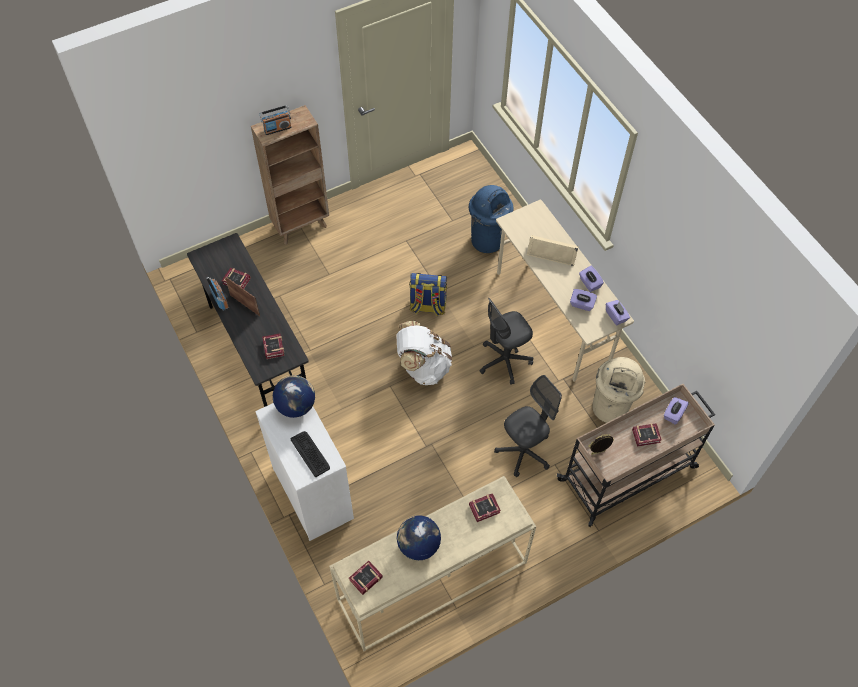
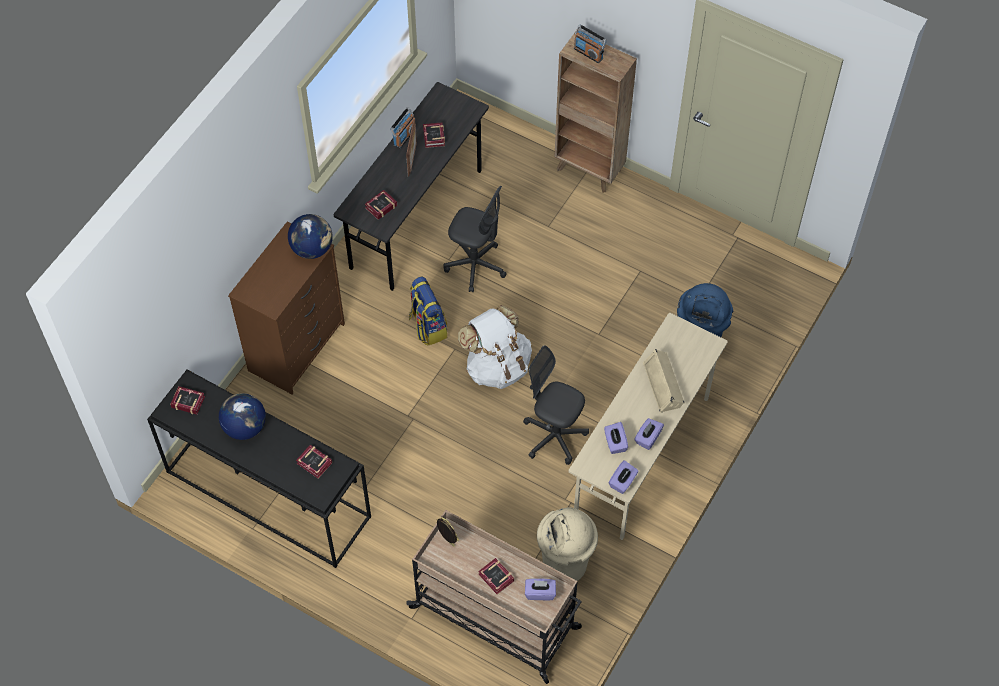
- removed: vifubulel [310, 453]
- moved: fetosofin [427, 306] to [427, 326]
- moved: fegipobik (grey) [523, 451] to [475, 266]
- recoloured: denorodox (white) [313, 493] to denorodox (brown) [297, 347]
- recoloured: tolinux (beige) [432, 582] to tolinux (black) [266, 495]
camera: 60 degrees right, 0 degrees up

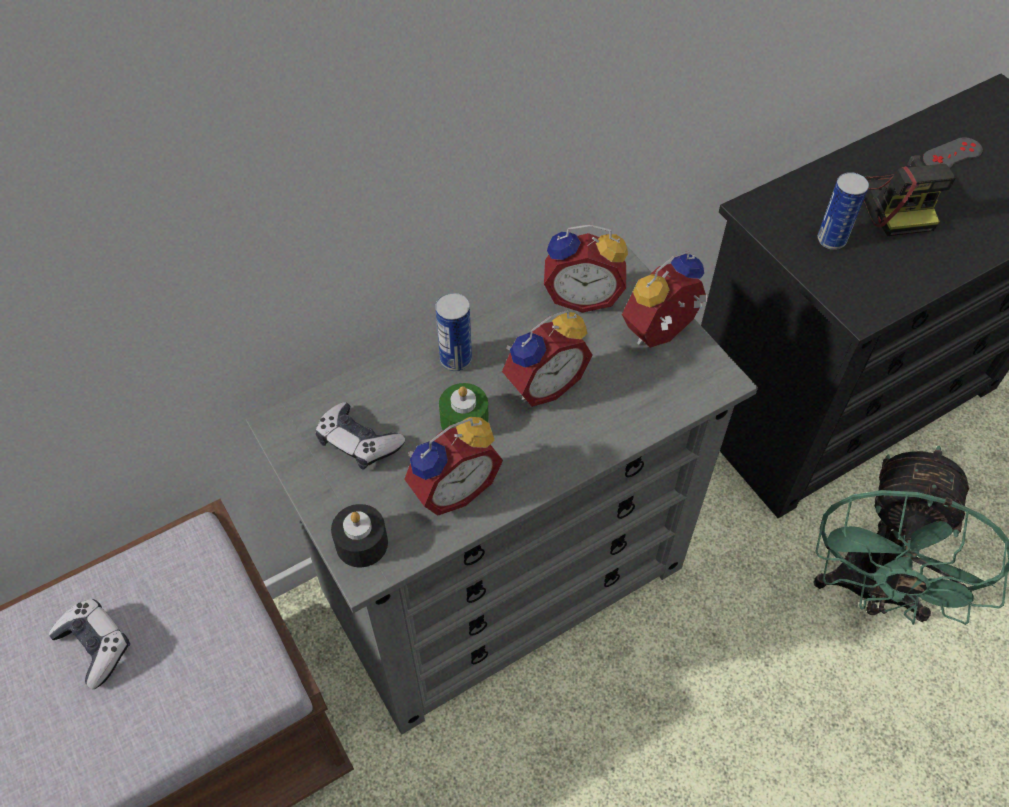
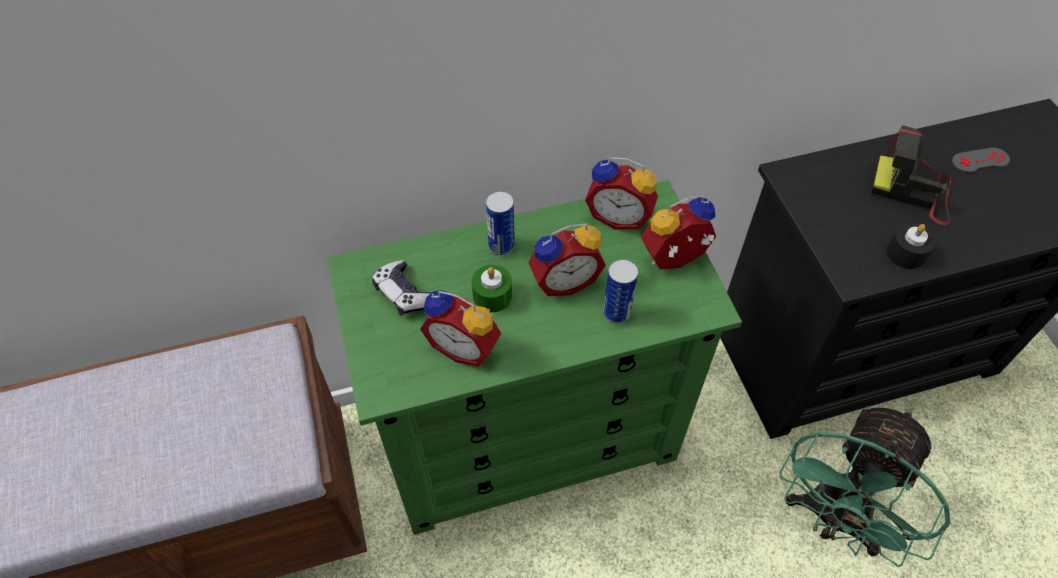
- removed: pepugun [95, 646]
- moved: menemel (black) [361, 543] to [905, 253]
- moved: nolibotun [831, 240] to [616, 313]
- recoloured: denorodox (grey) [505, 579] to denorodox (green) [530, 433]
- turned: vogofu [452, 488] = [465, 346] 45 degrees clockwise
- turned: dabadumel [894, 202] = [913, 191] 105 degrees clockwise
camera: 15 degrees right, 0 degrees up

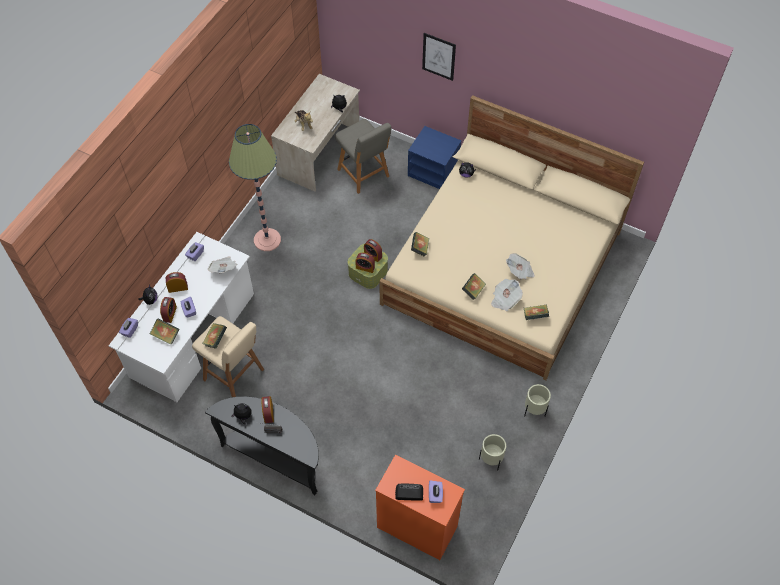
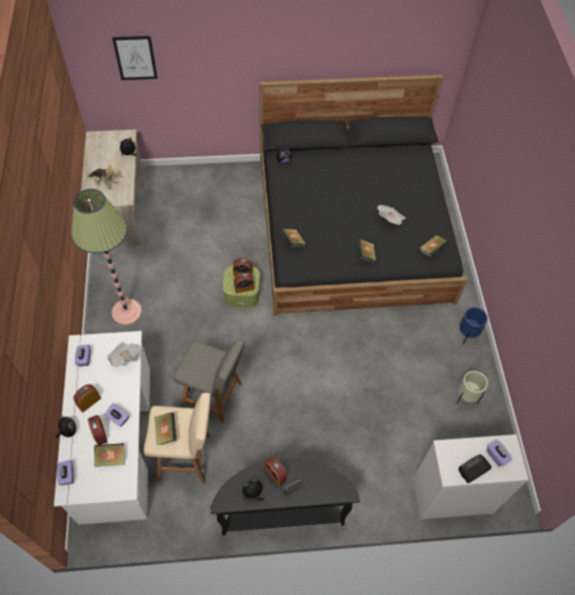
- removed: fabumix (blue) [434, 171]
- removed: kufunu [505, 299]
- moved: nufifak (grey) [364, 174] to [214, 395]
- moved: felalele [438, 56] to [135, 58]
- recoloured: denorodox (orange) [416, 526] to denorodox (white) [451, 496]
- recoloured: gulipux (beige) [503, 267] to gulipux (black) [352, 229]
- recoloured: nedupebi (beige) [534, 411] to nedupebi (blue) [466, 335]
camera: 35 degrees left, 0 degrees up

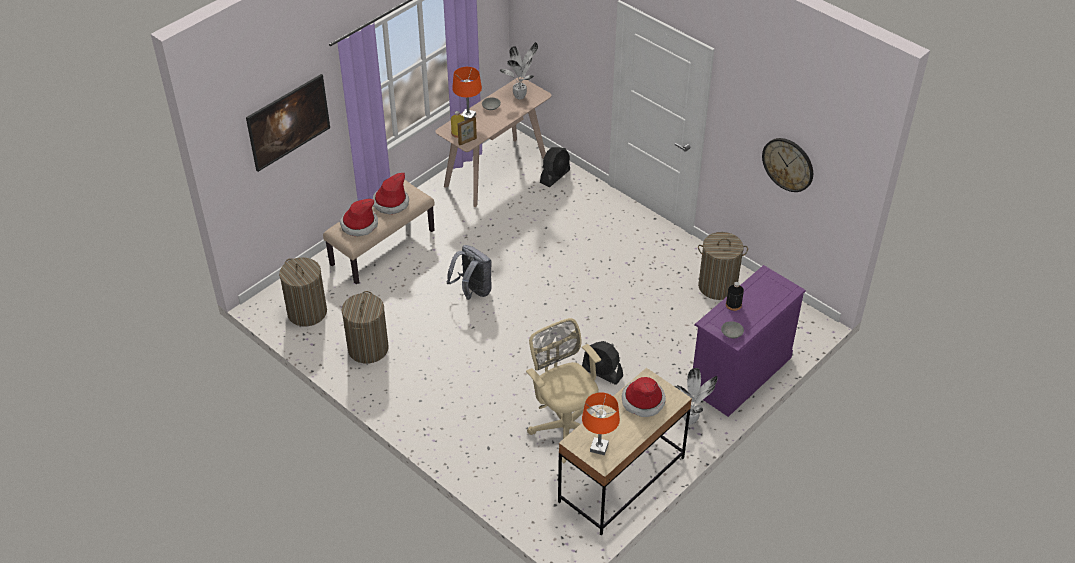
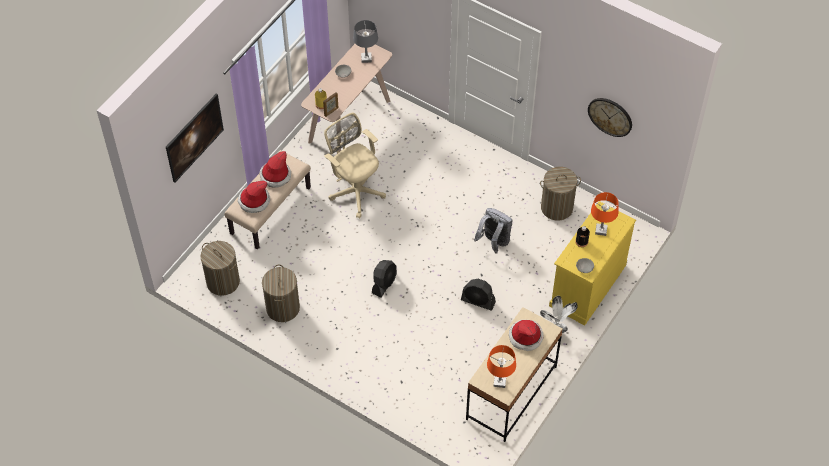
- moved: fetosofin (grey) [472, 291] to [493, 242]
- moved: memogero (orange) [468, 117] to [601, 230]
- moved: fegipobik (beige) [564, 426] to [355, 190]
- moved: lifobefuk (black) [555, 176] to [384, 283]
- replaced: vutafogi [521, 96] to memogero (grey) [366, 59]
- recoloured: denorodox (purple) [739, 373] to denorodox (yellow) [587, 285]
camera: 10 degrees left, 10 degrees up

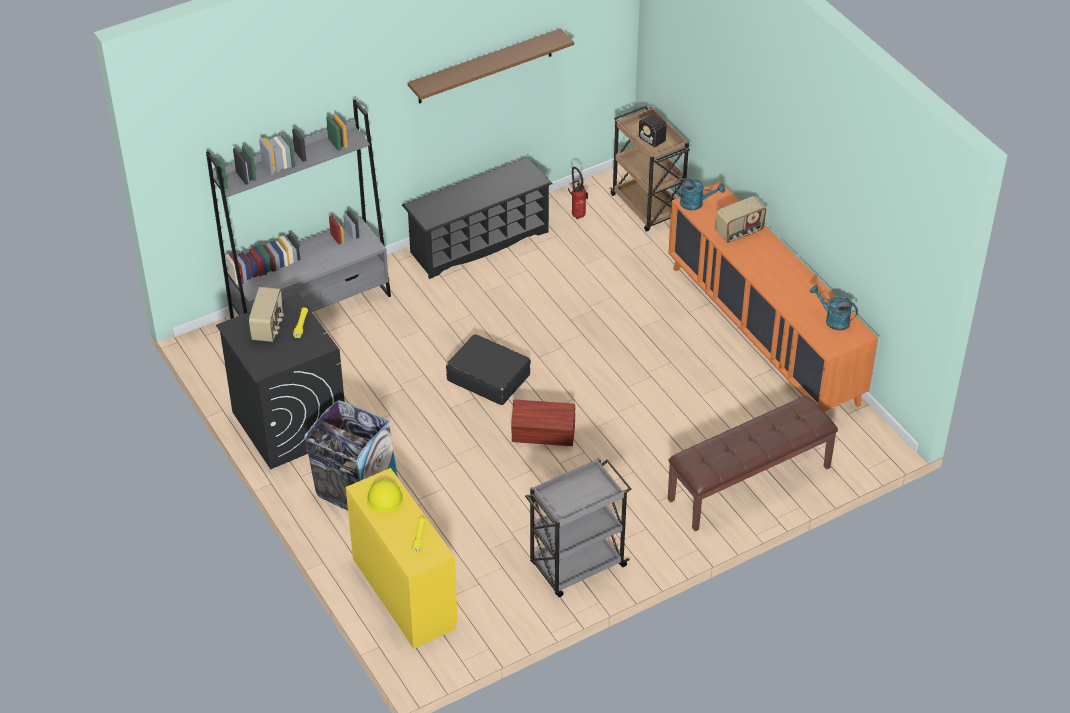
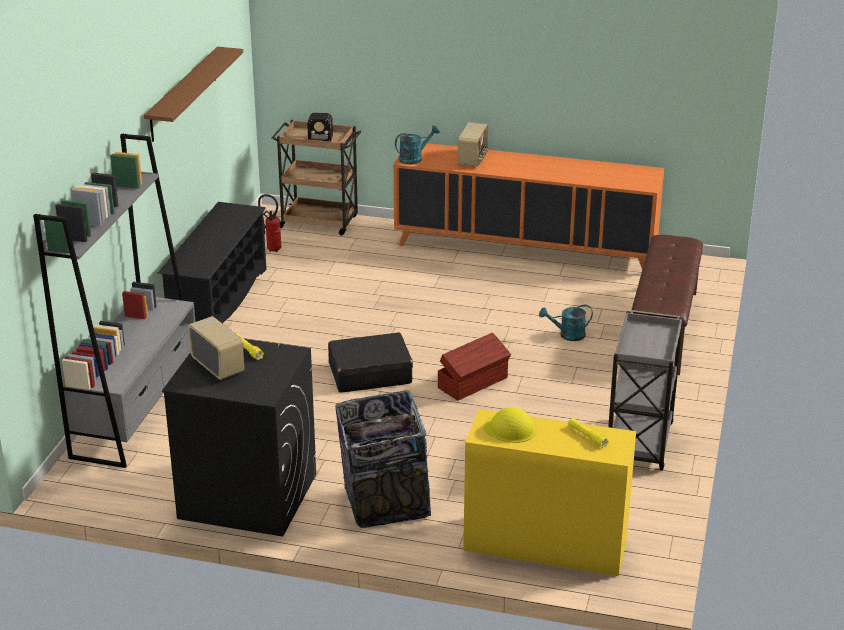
- moved: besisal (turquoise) [833, 320] to [567, 335]
camera: 45 degrees left, 15 degrees down

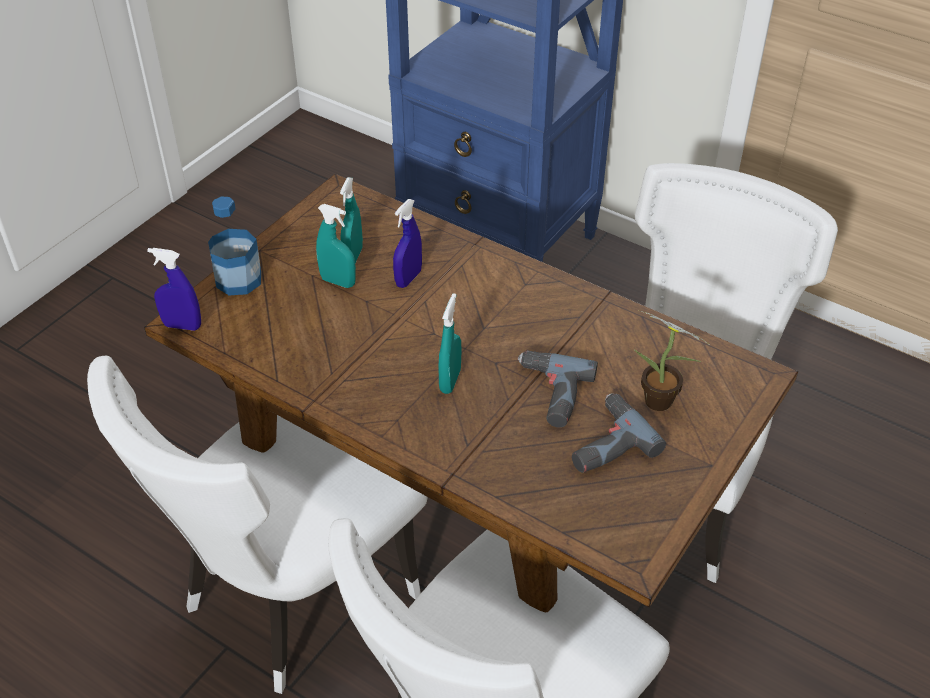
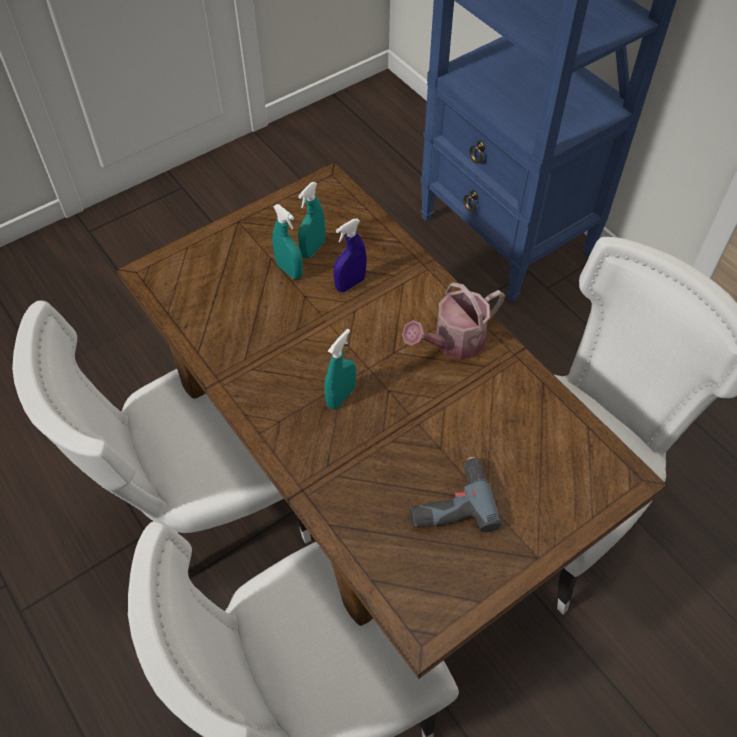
- removed: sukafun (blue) [182, 326]
- removed: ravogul [238, 280]
- removed: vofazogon [549, 394]
- removed: vutafogi [662, 404]
- added: besisal [453, 342]
camera: 20 degrees right, 10 degrees up

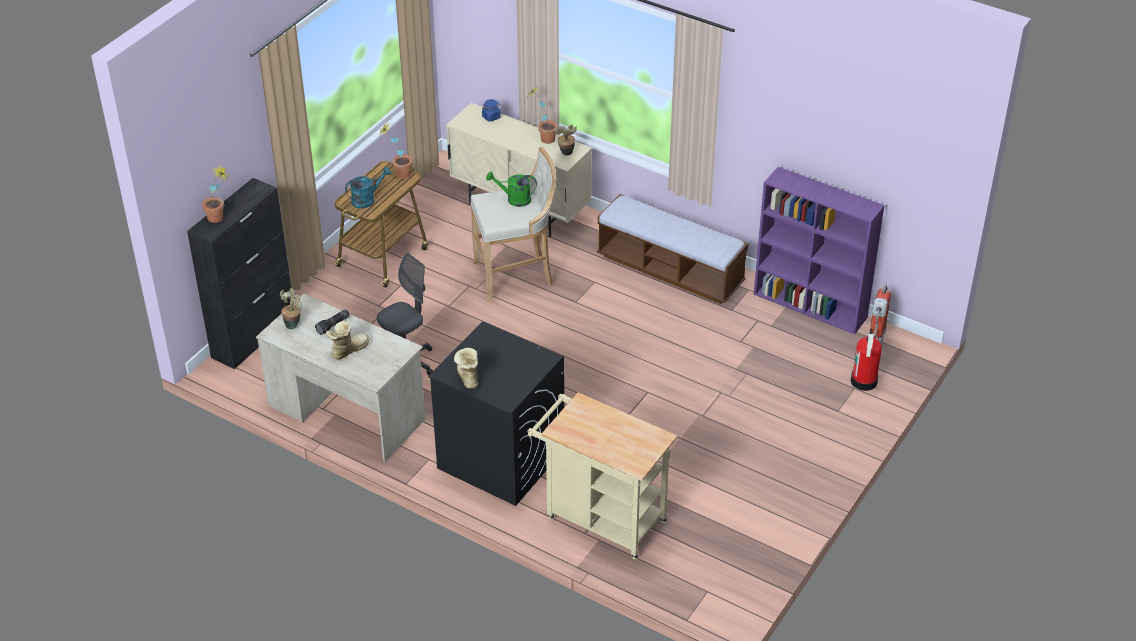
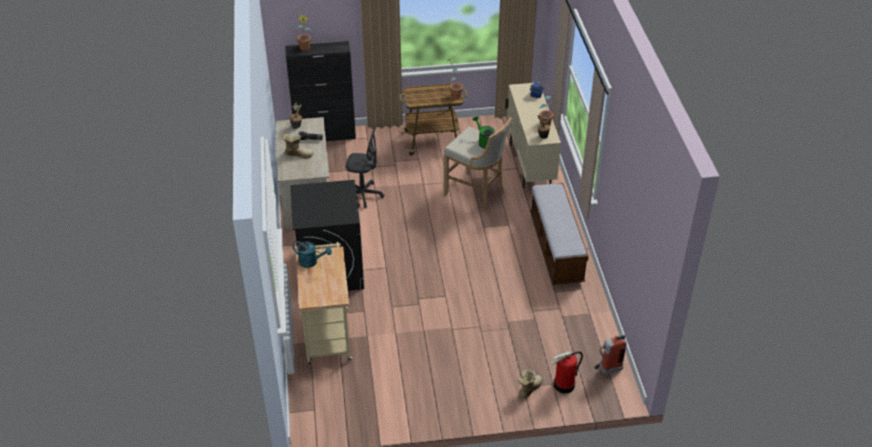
- removed: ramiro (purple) [811, 306]
- moved: besisal (turquoise) [367, 199] to [311, 262]
- moved: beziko [467, 377] to [528, 388]
camera: 50 degrees right, 0 degrees up

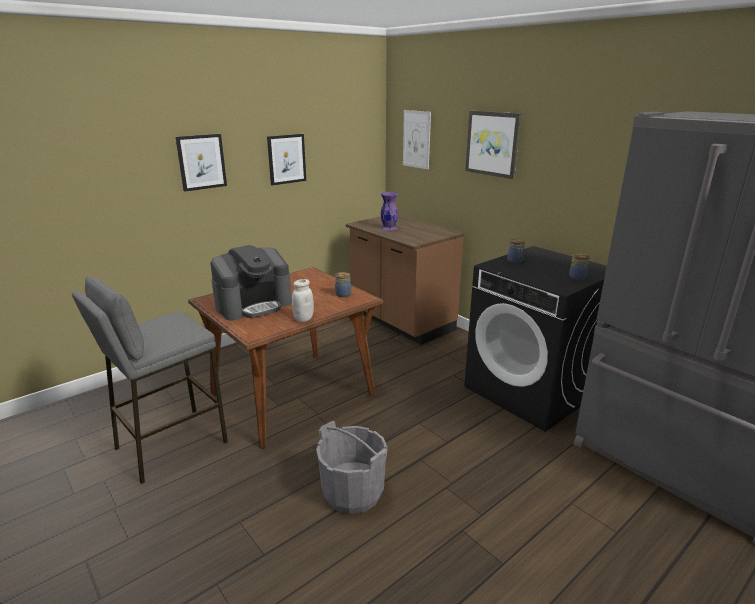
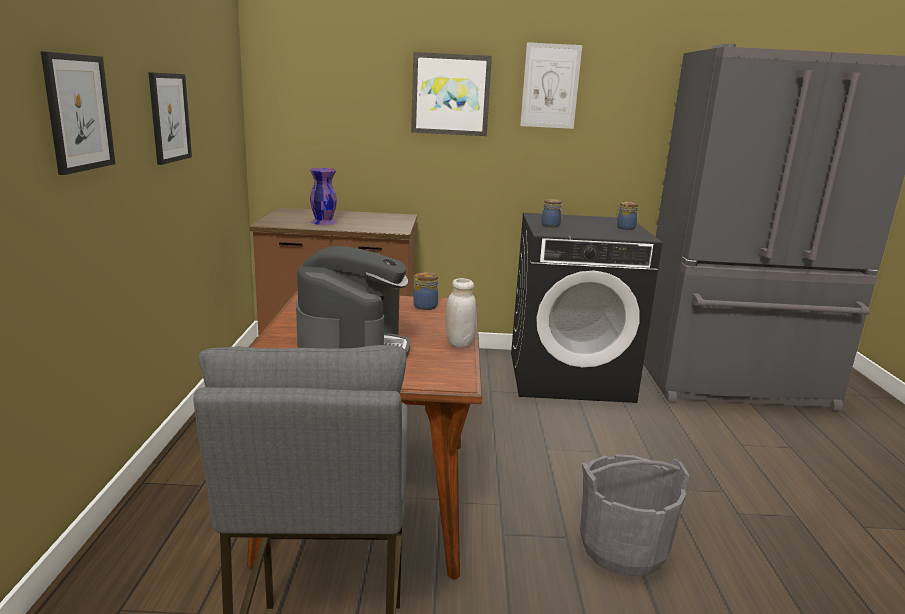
- moved: felalele [416, 139] to [550, 86]
camera: 50 degrees left, 5 degrees down

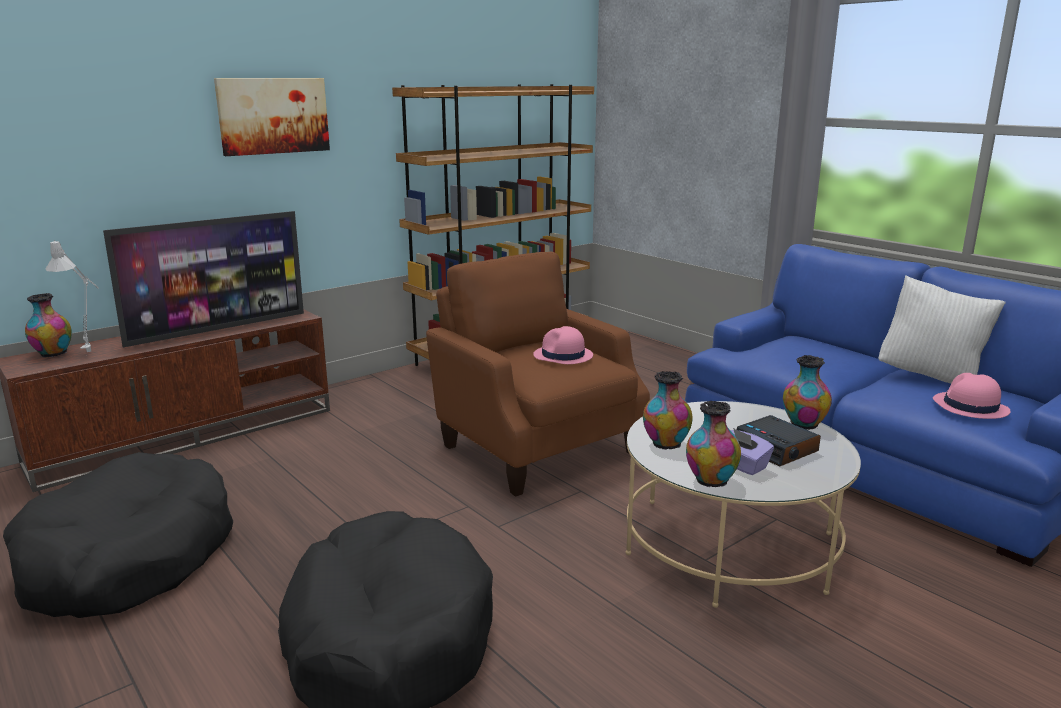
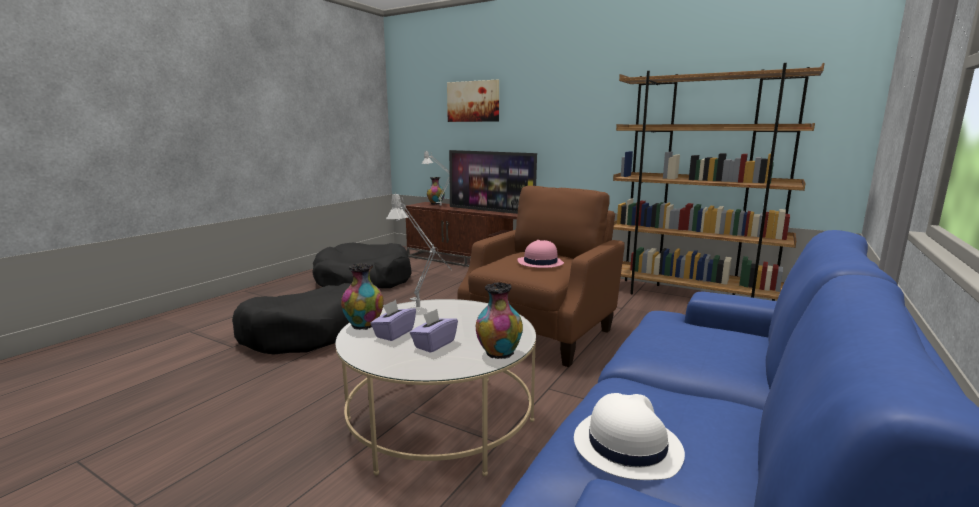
- removed: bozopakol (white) [931, 376]
- moved: felalele [273, 115] to [473, 101]
- replaced: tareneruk [665, 444] to memogero (grey) [422, 309]
- replaced: vogofu [776, 449] to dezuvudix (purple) [434, 344]
- recoloured: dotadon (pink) [969, 407] to dotadon (white) [626, 445]
camera: 70 degrees right, 5 degrees down

